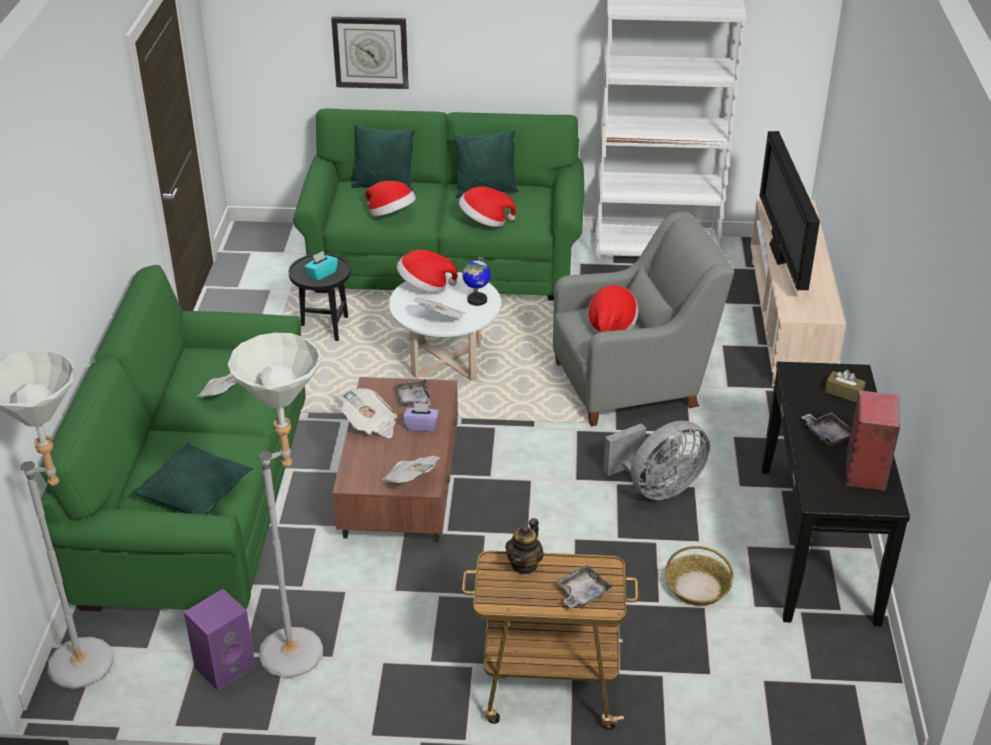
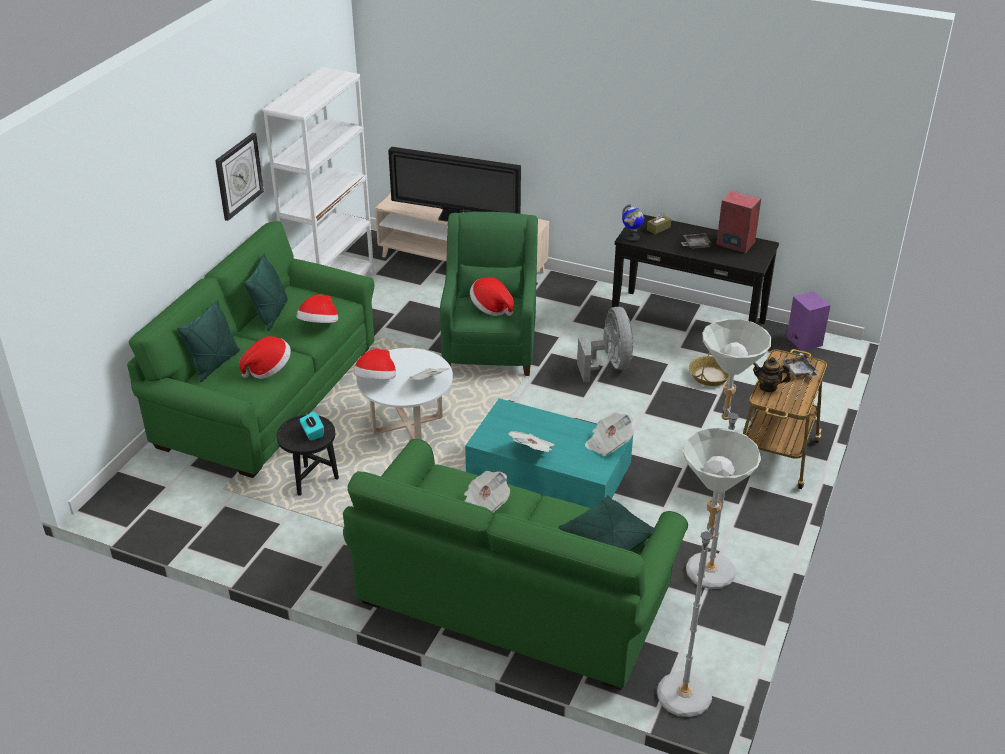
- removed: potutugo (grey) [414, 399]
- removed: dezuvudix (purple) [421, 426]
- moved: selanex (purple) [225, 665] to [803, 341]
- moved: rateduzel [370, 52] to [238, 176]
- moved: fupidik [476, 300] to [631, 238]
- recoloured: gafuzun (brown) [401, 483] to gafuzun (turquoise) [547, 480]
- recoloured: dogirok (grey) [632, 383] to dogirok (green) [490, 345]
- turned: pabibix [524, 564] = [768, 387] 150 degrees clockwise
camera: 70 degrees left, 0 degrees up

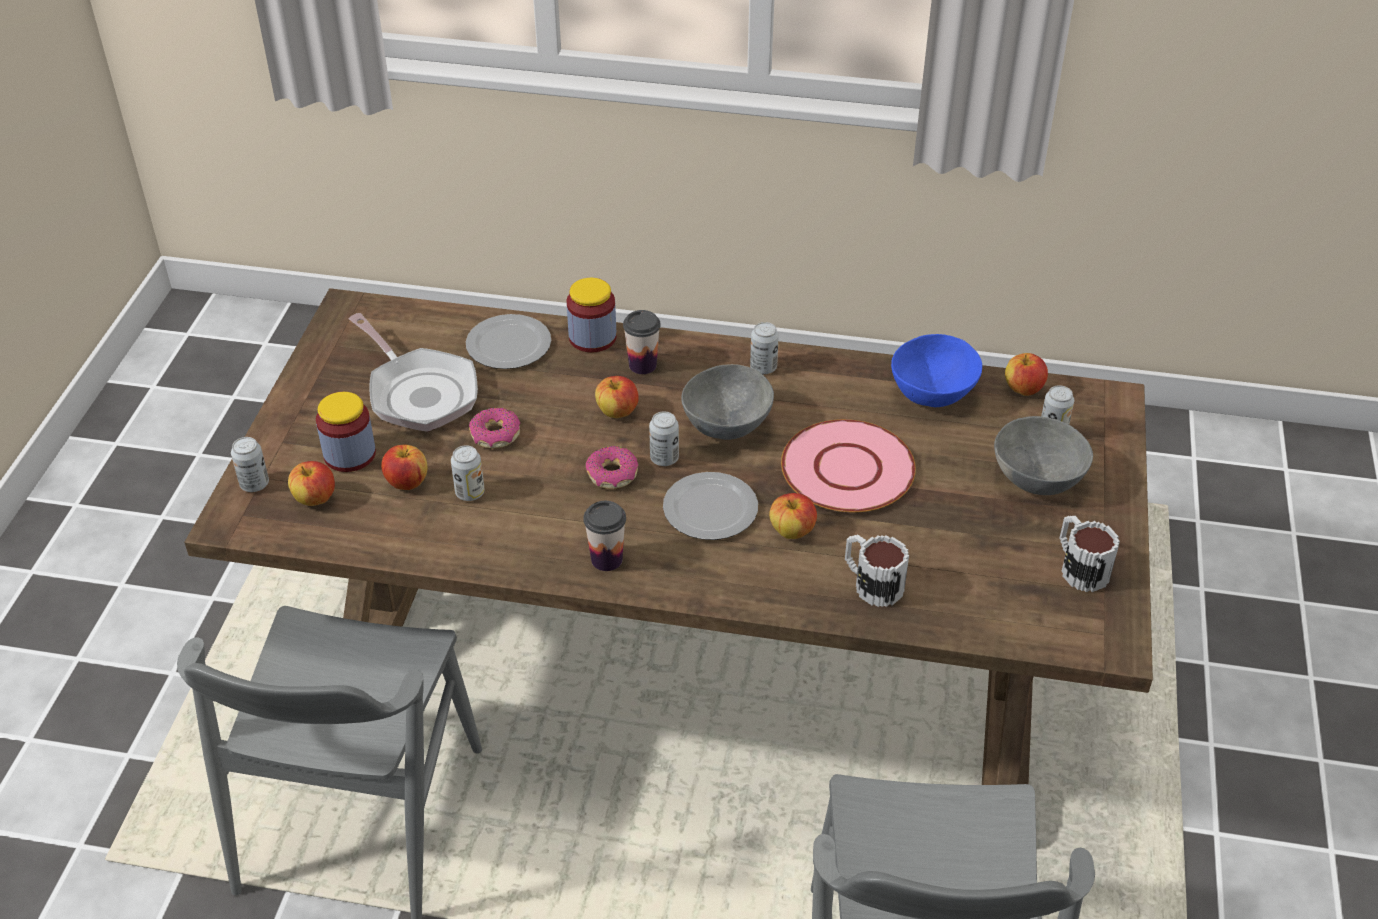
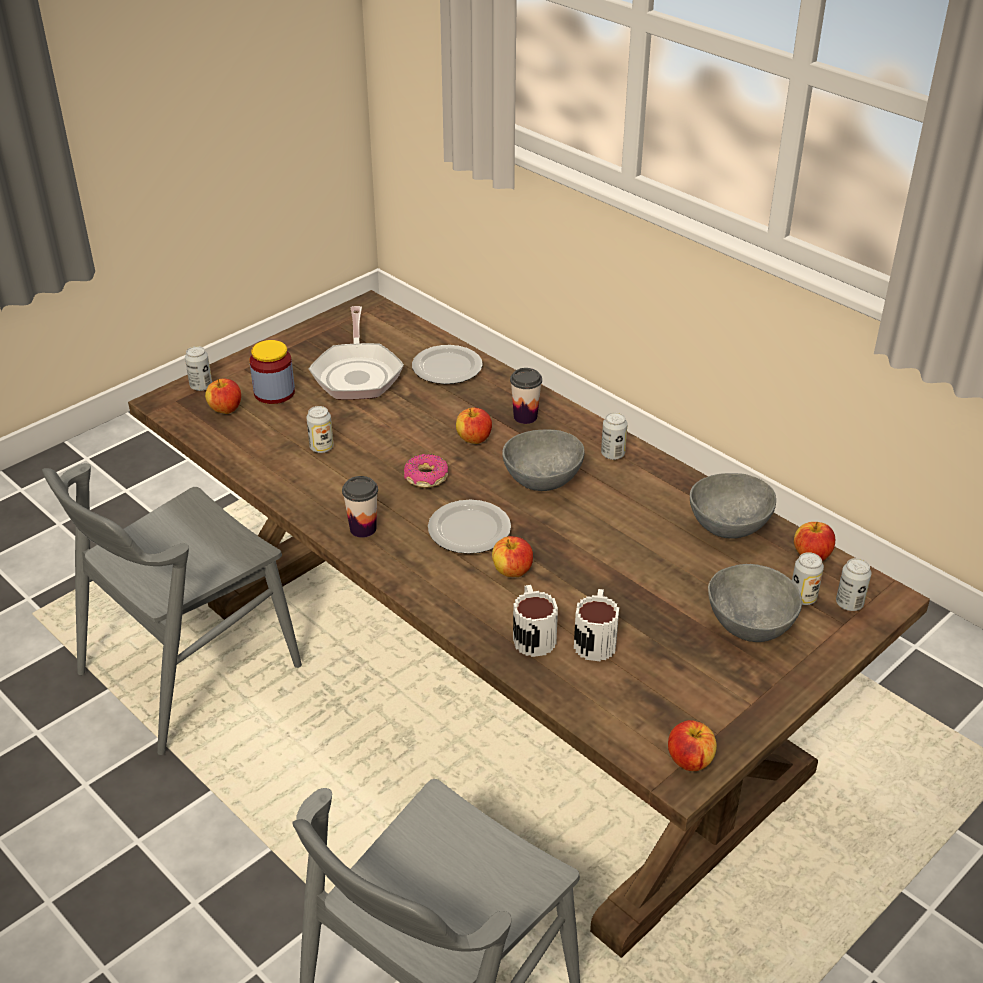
- removed: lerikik [495, 435]
- removed: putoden [592, 337]
- removed: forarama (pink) [848, 468]
- moved: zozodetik [407, 482] to [689, 761]
- moved: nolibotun [664, 458] to [849, 603]
- moved: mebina [1079, 567] to [596, 638]
- recoloured: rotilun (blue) [934, 394] to rotilun (grey) [730, 527]
camera: 35 degrees right, 5 degrees down

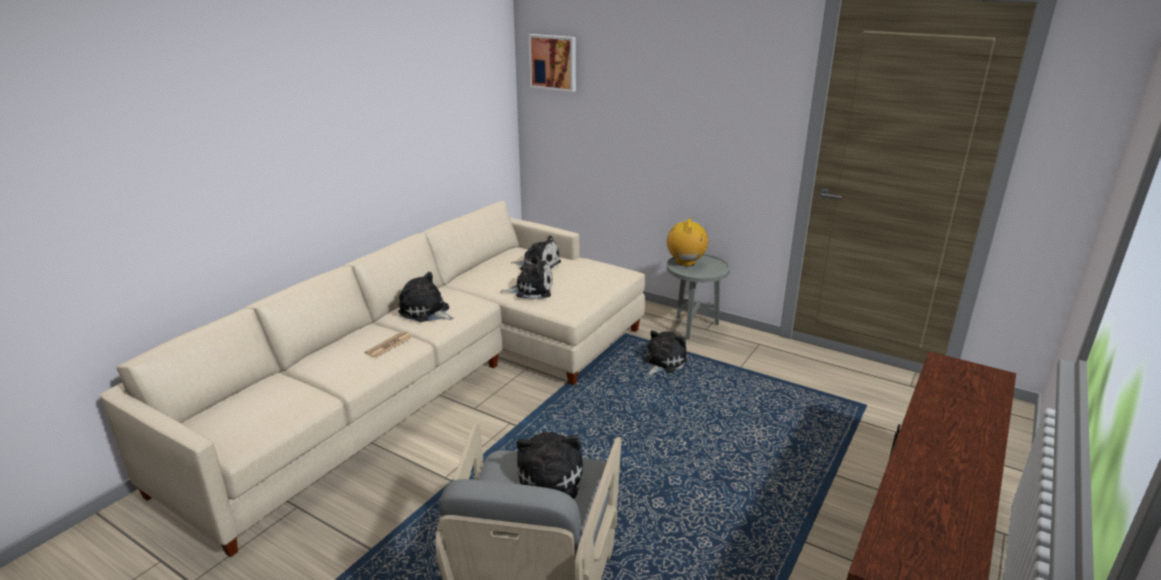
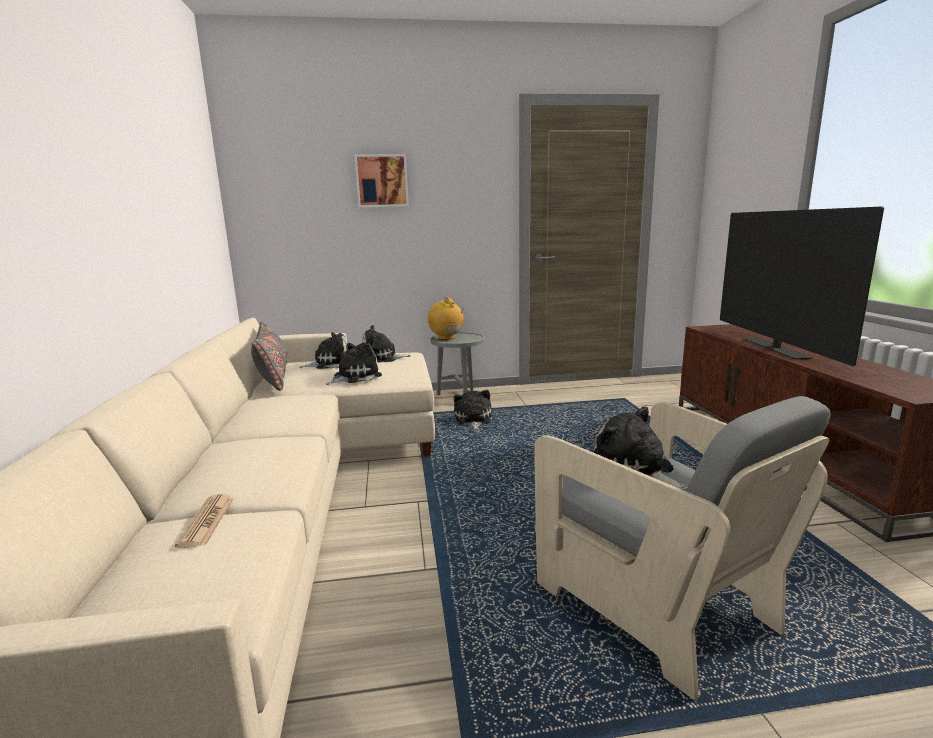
- added: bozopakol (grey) [273, 378]
- added: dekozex [775, 348]
- moved: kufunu [389, 345] to [207, 521]
- moved: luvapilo [426, 312] to [382, 358]
- moved: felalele [553, 62] to [382, 181]
camera: 40 degrees left, 10 degrees down

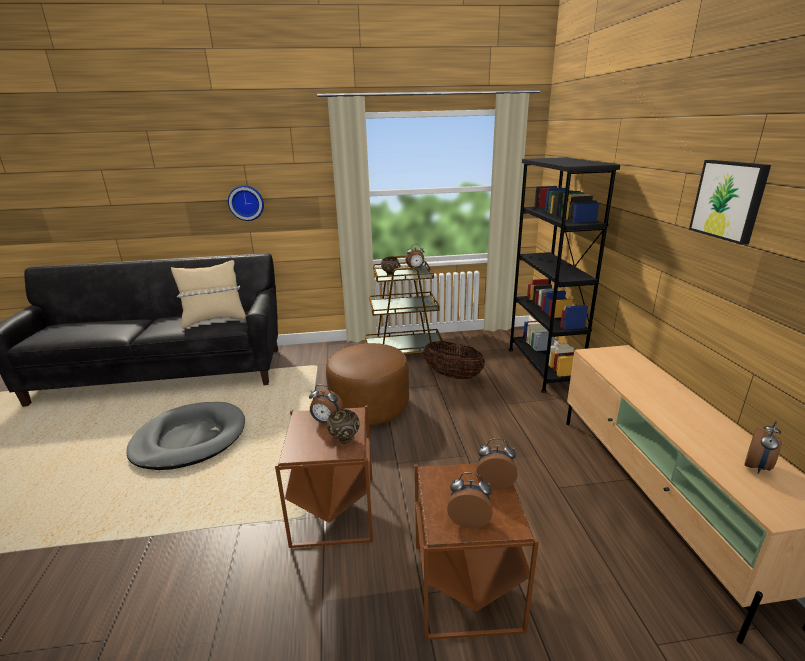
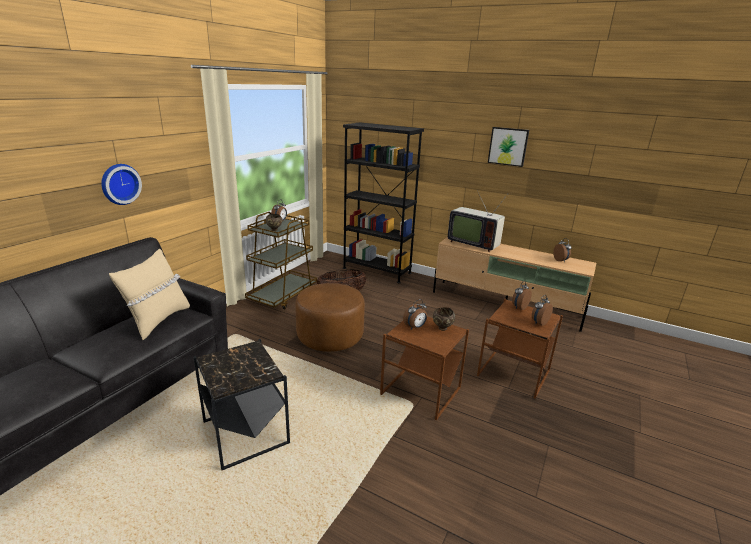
- added: dekozex [473, 243]
- replaced: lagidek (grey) [190, 439] to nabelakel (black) [245, 433]
camera: 55 degrees left, 0 degrees up

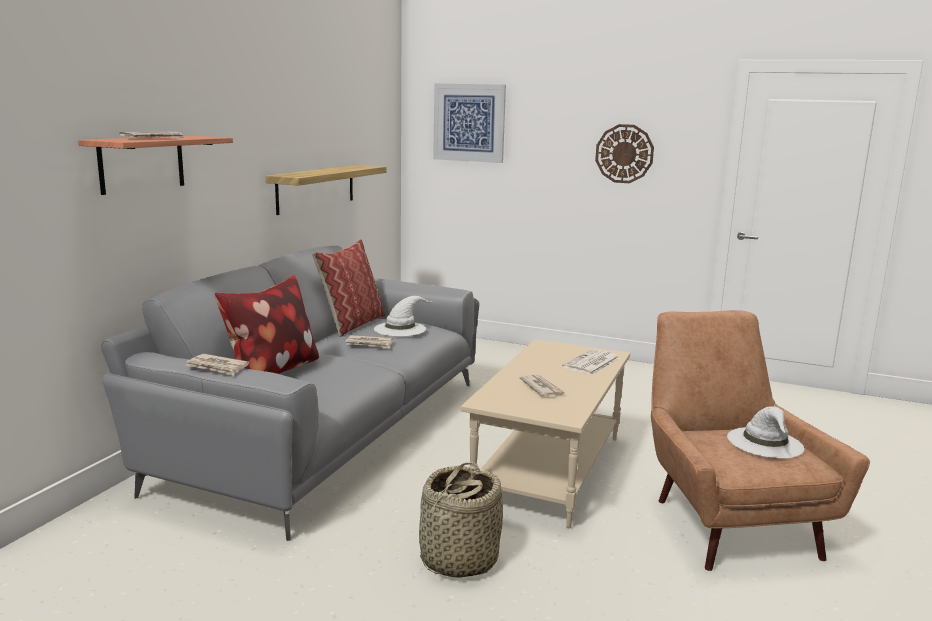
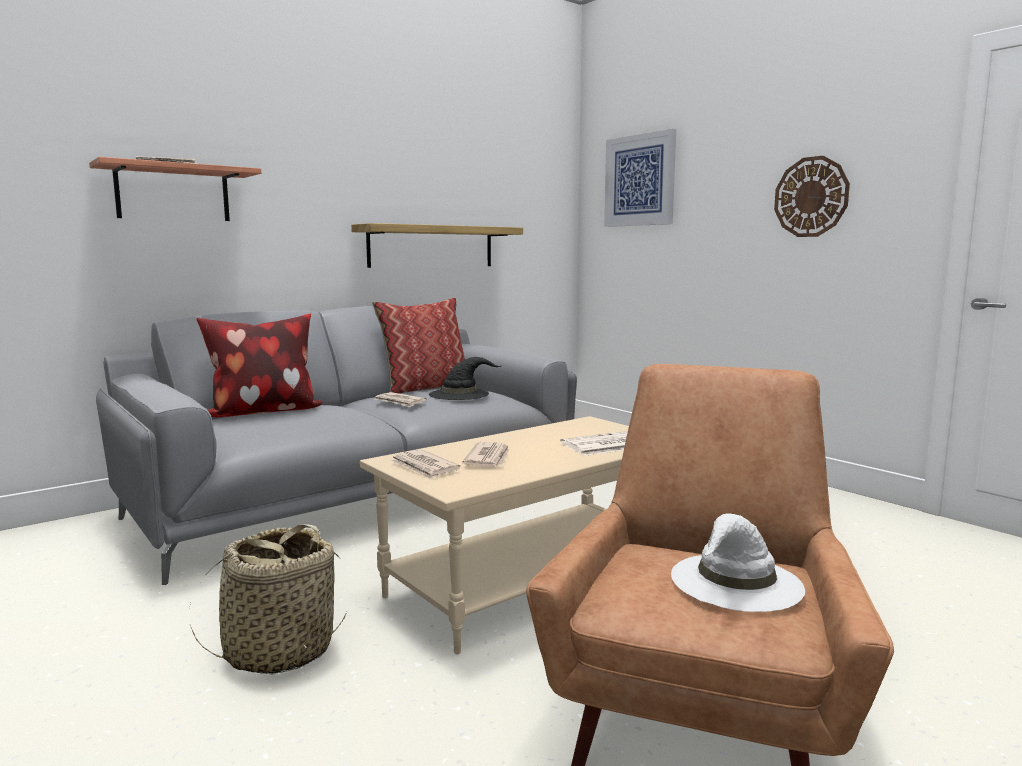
- moved: kufunu [217, 367] to [424, 467]
- recoloured: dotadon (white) [400, 328] to dotadon (black) [460, 394]
camera: 30 degrees right, 5 degrees down

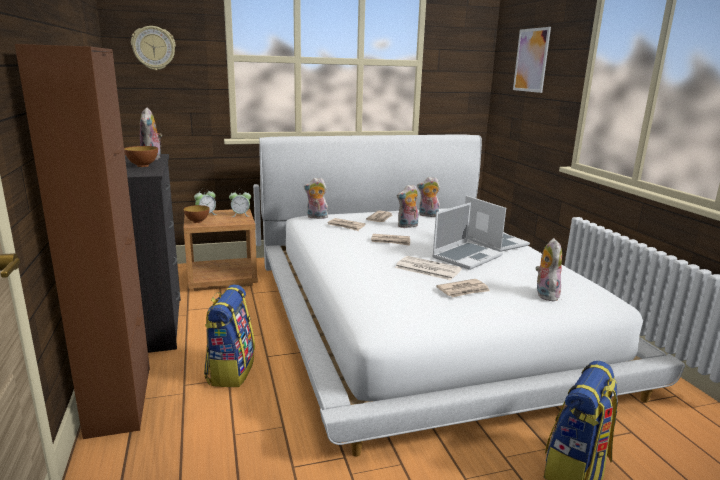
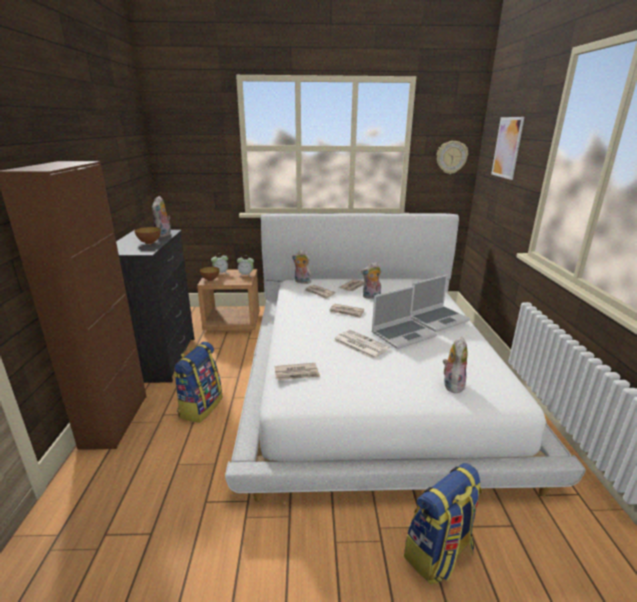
- removed: luvapilo [428, 215]
- moved: rateduzel [154, 48] to [451, 157]
- moved: kufunu [463, 290] to [297, 373]
- turned: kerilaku [493, 241] = [438, 319] 75 degrees clockwise
camera: 15 degrees right, 5 degrees up

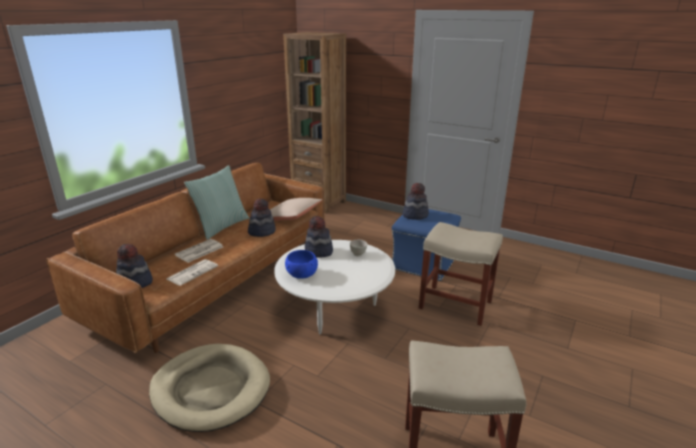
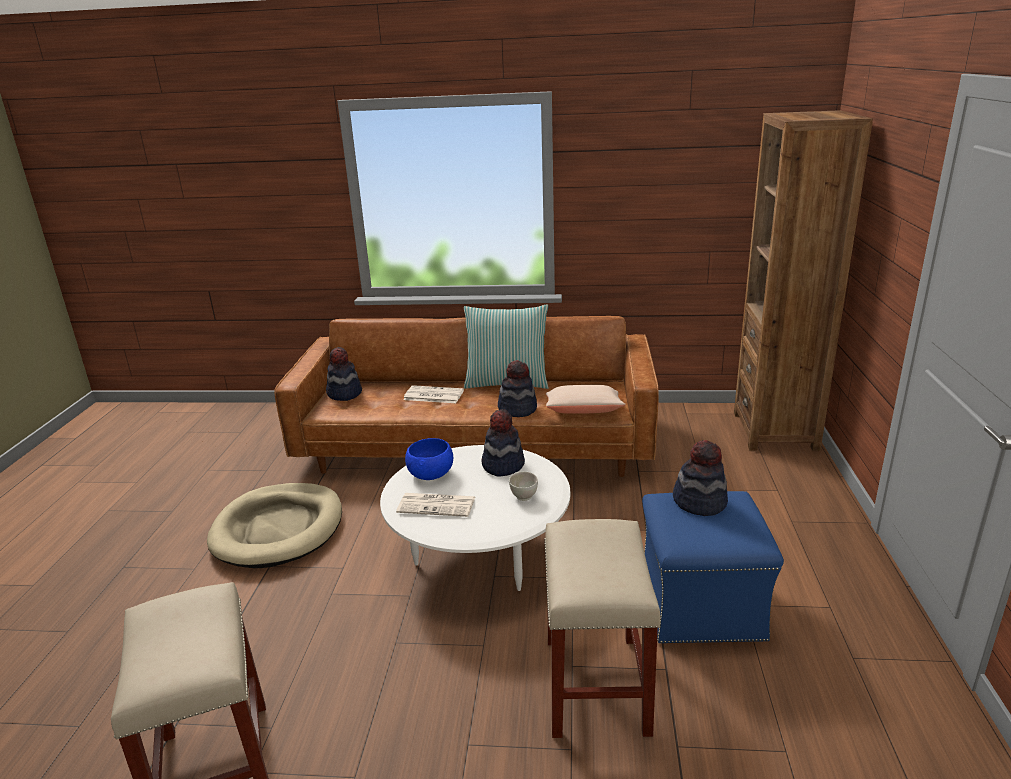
- moved: kufunu [192, 272] to [437, 505]
camera: 65 degrees right, 0 degrees up

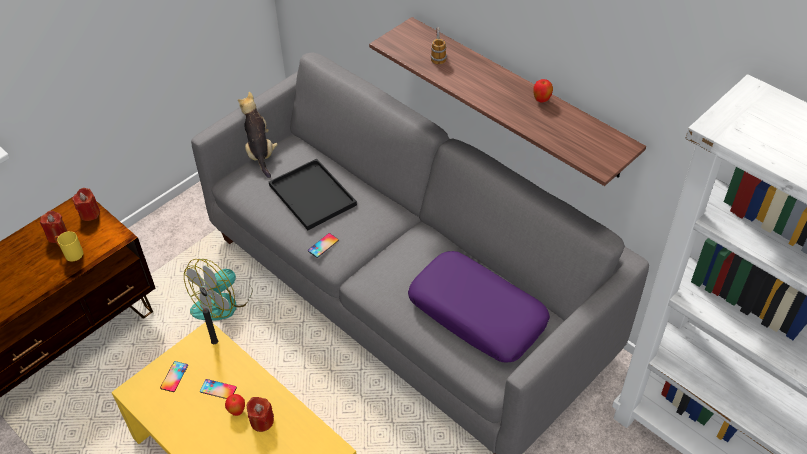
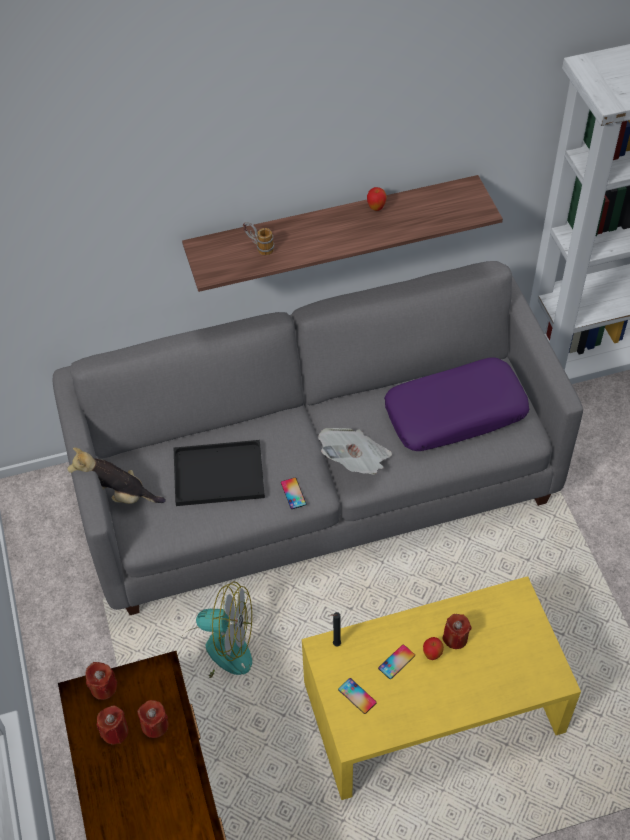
- added: kufunu [355, 461]
- replaced: mebina (yellow) [71, 253] to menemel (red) [155, 725]
- turned: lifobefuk [223, 302] = [216, 650] 60 degrees counterclockwise
camera: 60 degrees left, 5 degrees up

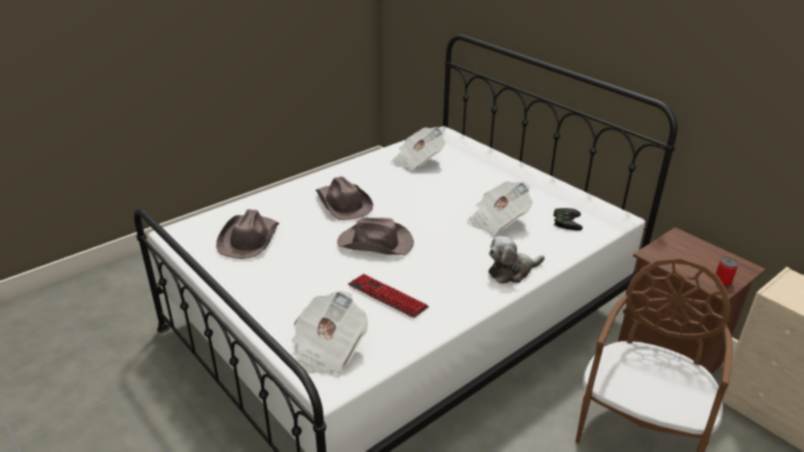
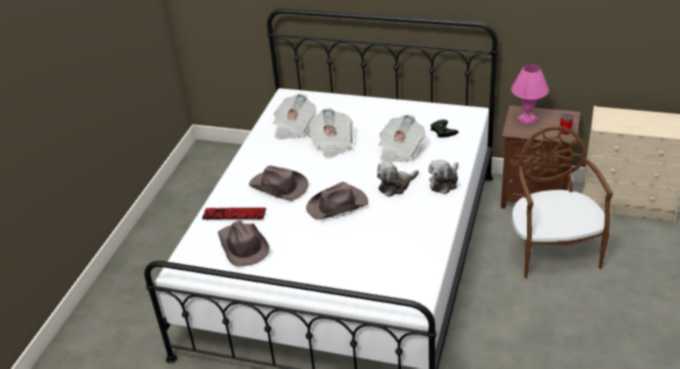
- added: luvapilo [396, 186]
- added: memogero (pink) [527, 119]
- moved: kufunu [327, 350] to [332, 144]
- moved: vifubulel [387, 297] to [234, 215]
camera: 30 degrees left, 5 degrees up

